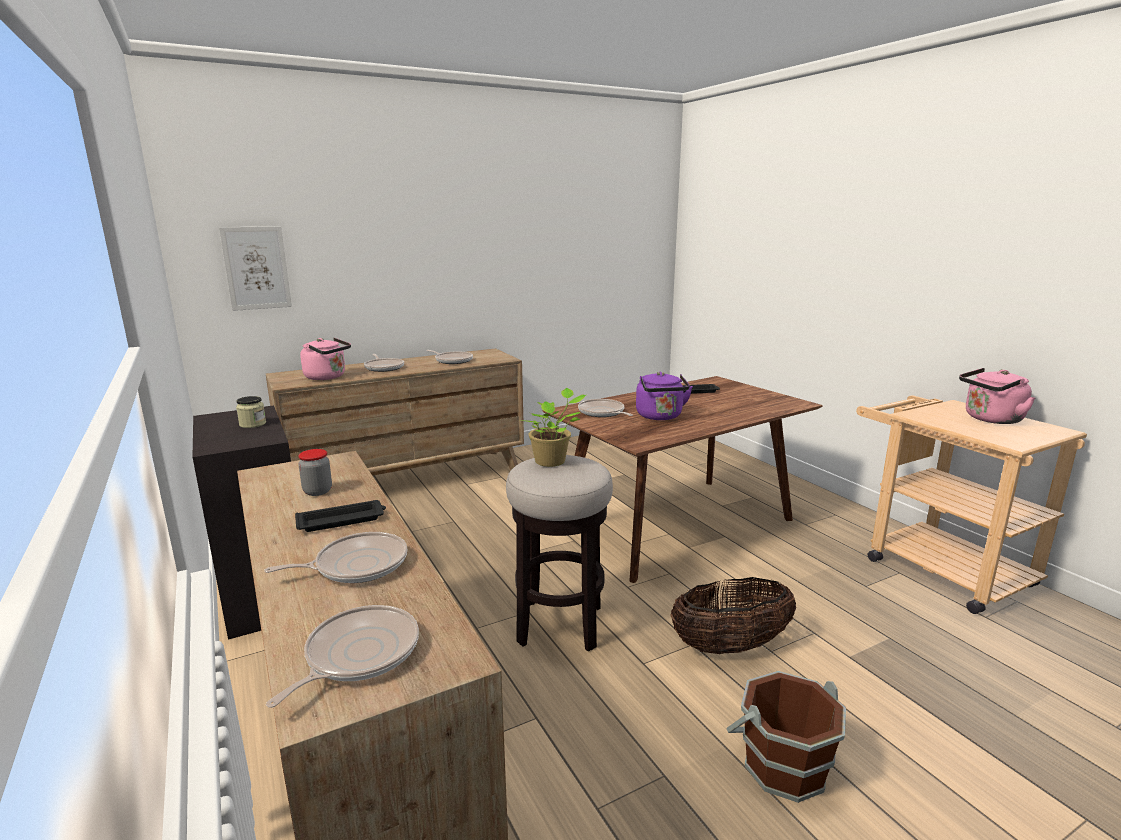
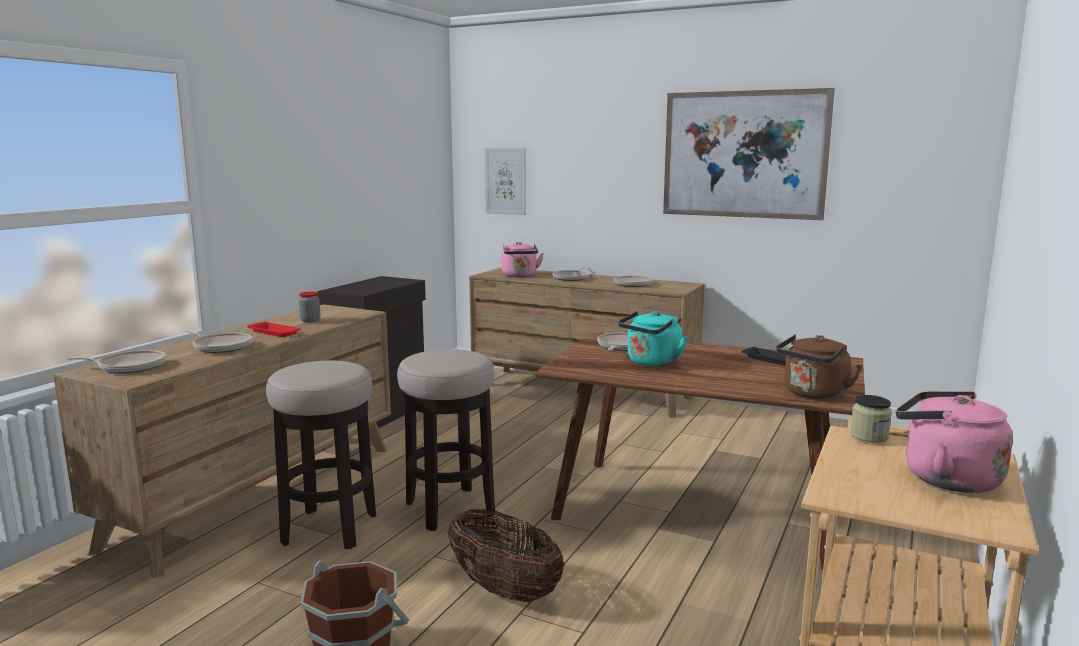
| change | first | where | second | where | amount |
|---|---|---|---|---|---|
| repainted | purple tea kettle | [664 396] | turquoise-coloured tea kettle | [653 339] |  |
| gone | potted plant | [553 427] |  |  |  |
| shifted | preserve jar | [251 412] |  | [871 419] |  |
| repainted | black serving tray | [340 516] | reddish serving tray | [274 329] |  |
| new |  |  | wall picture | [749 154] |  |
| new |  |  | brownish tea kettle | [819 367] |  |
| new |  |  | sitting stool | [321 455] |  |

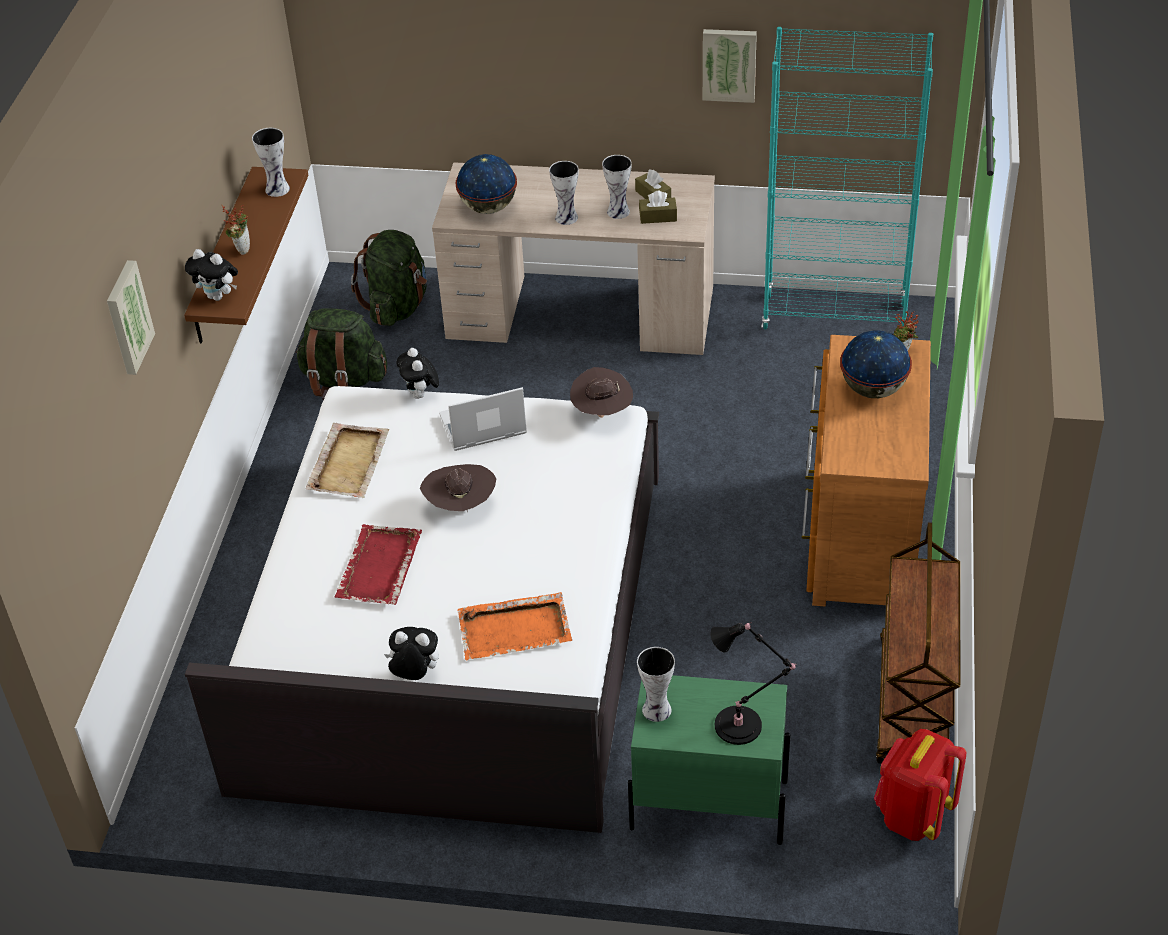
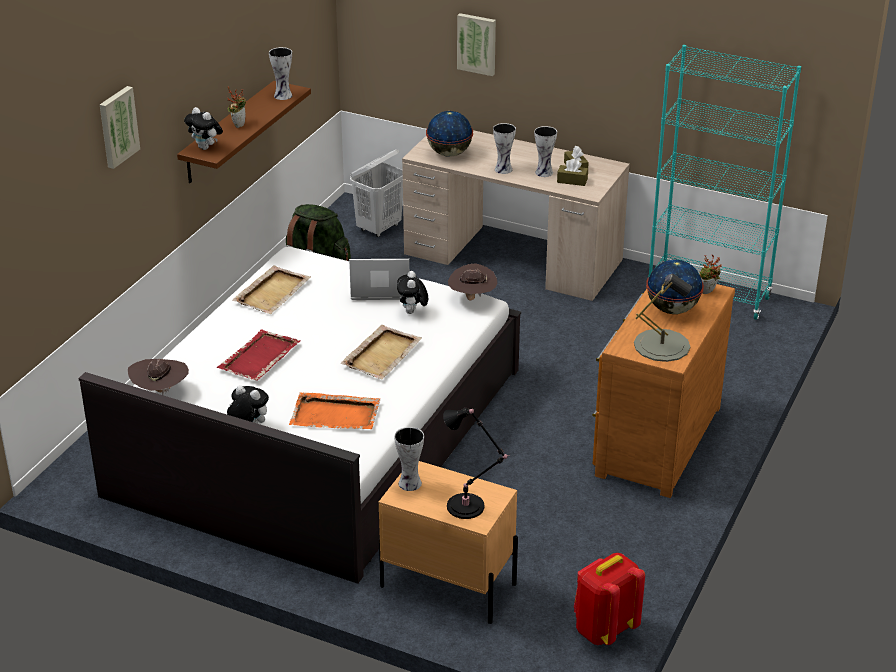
| change | first | where | second | where | amount |
|---|---|---|---|---|---|
| shifted | wall picture | [730 66] |  | [476 44] |  |
| swapped | greenish backpack | [389 278] | white washing basket | [376 193] |  |
| shifted | plush toy | [417 373] |  | [412 292] |  |
| shifted | brownish hat | [458 488] |  | [158 377] |  |
| gone | brownish cart | [918 643] |  |  |  |
| repainted | greenish night table | [709 760] | sand-coloured night table | [448 542] |  |
| new |  |  | gray table lamp | [663 317] |  |
| new |  |  | sand-coloured serving tray | [381 352] |  |

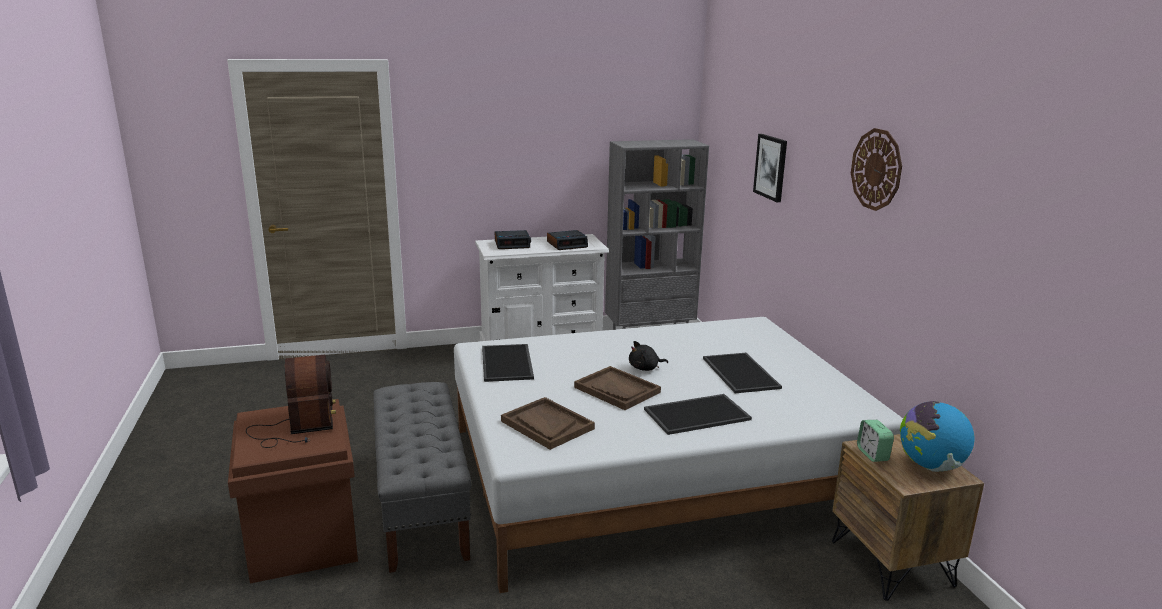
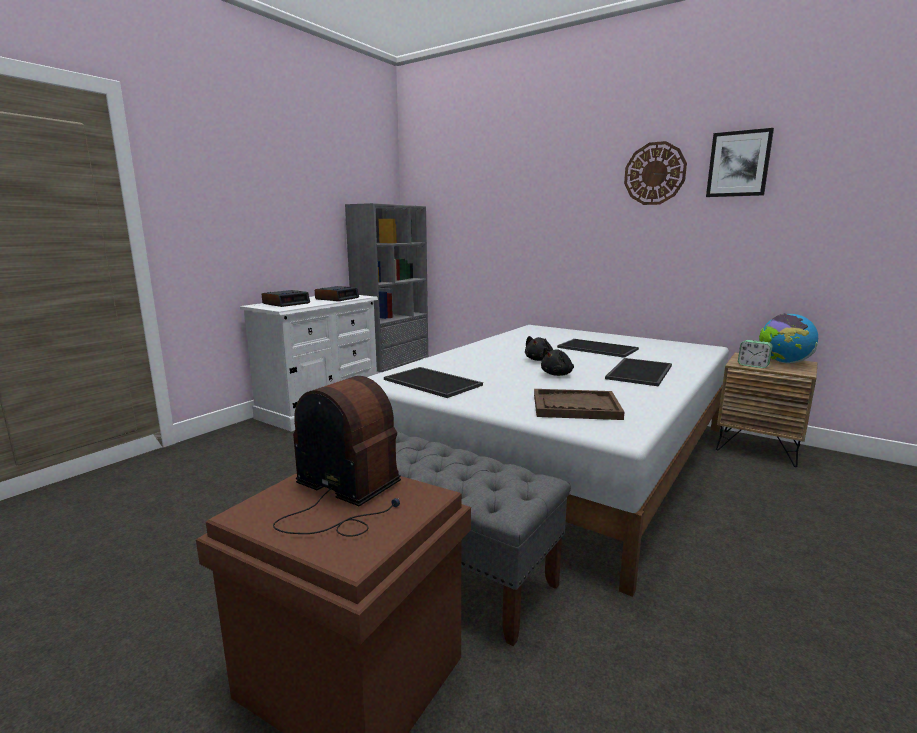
| change | first | where | second | where | amount |
|---|---|---|---|---|---|
| shifted | wall picture | [770 168] |  | [740 162] |  |
| swapped | brownish serving tray | [617 388] | black plush toy | [557 361] |  |

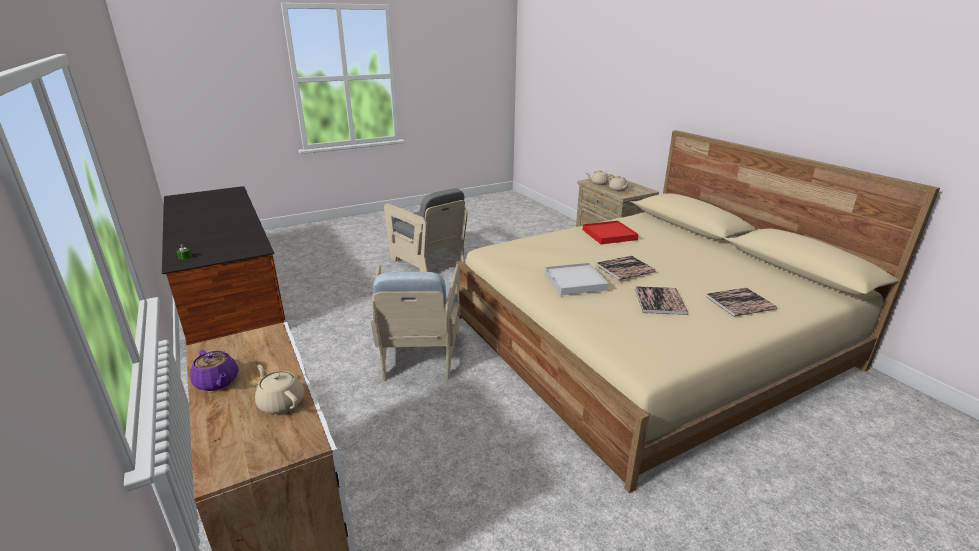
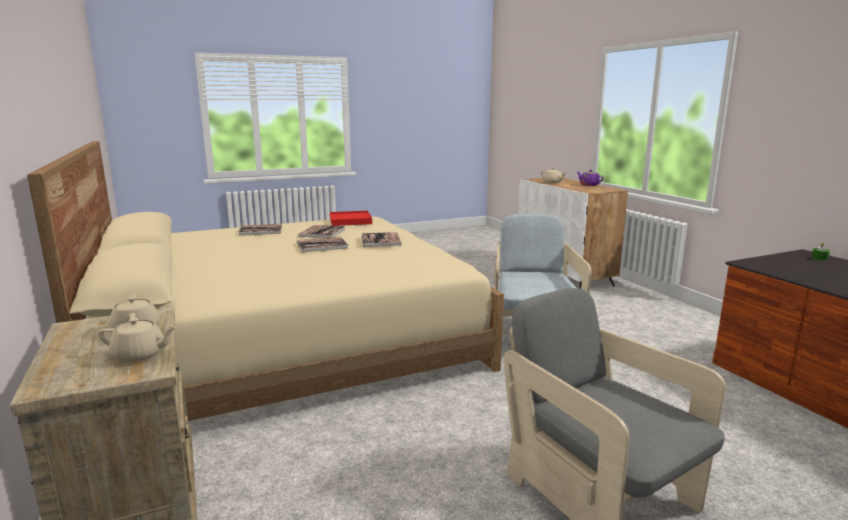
| change | first | where | second | where | amount |
|---|---|---|---|---|---|
| shifted | reddish serving tray | [610 232] |  | [351 218] |  |
| swapped | white serving tray | [577 279] | book | [382 239] |  |

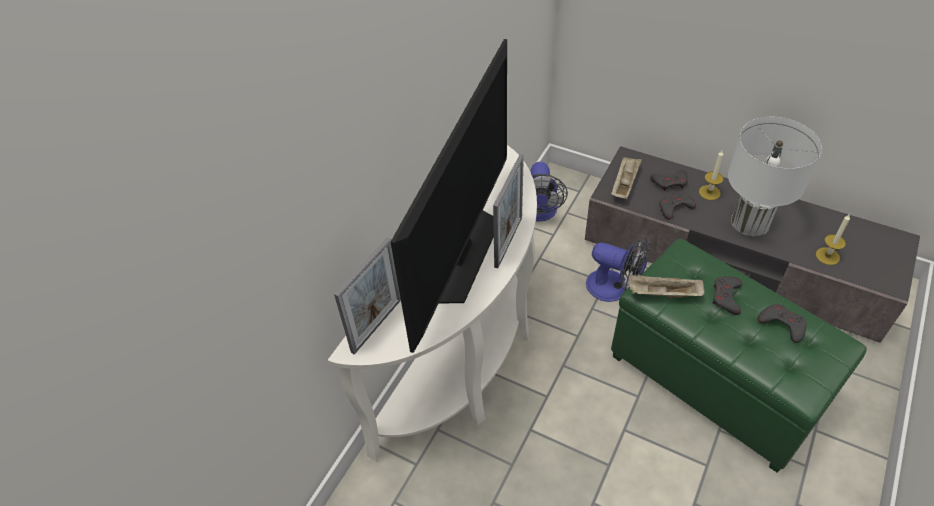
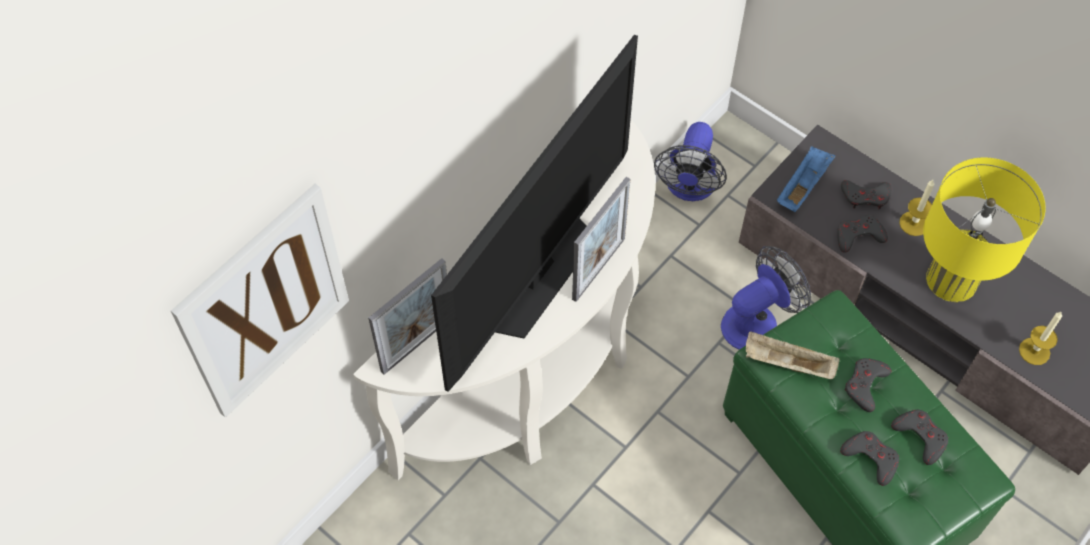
| change | first | where | second | where | amount |
|---|---|---|---|---|---|
| repainted | white table lamp | [775 176] | yellowish table lamp | [984 229] |  |
| repainted | sand-coloured serving tray | [626 178] | blue serving tray | [806 179] |  |
| rotated | fan | [618 270] |  | [766 298] | 75 degrees counterclockwise |
| new |  |  | wall picture | [260 301] |  |
| new |  |  | gray joypad | [869 458] |  |

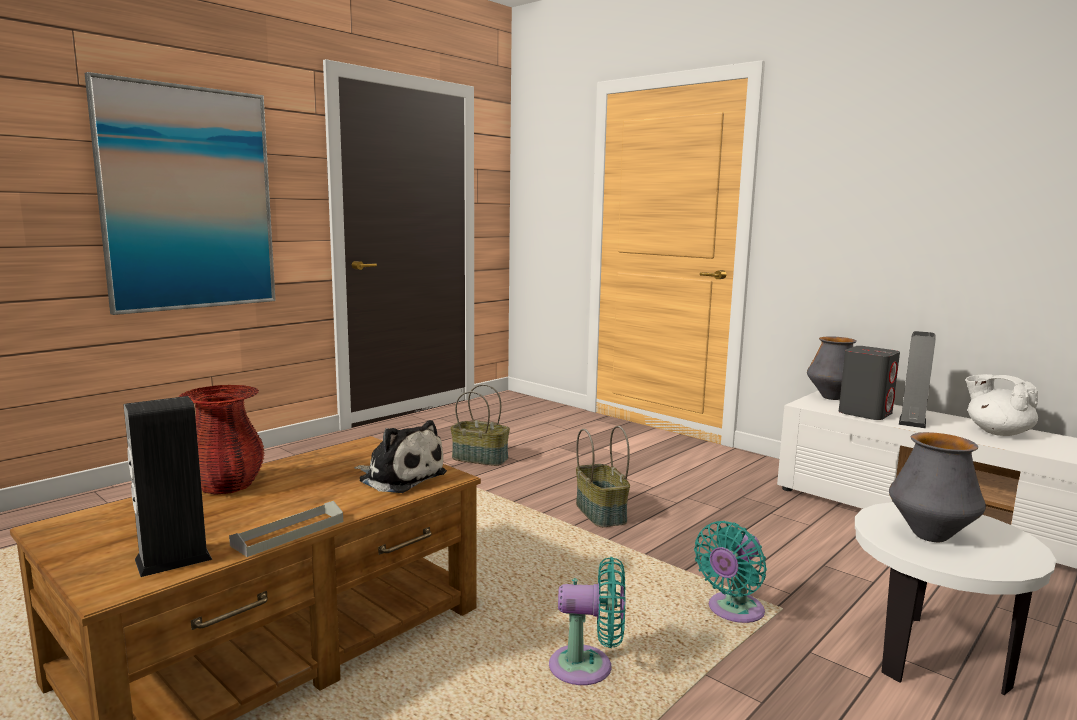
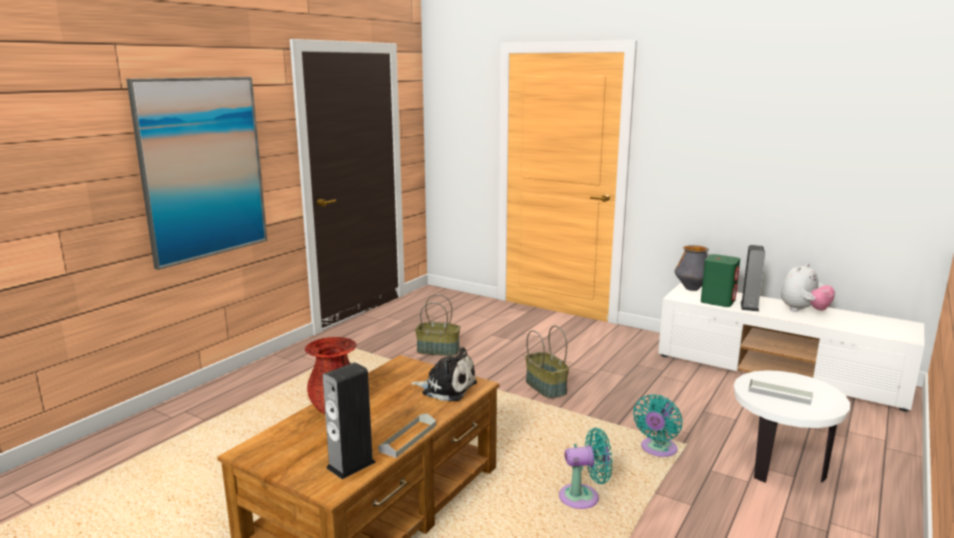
| change | first | where | second | where | amount |
|---|---|---|---|---|---|
| repainted | gray loudspeaker | [869 383] | greenish loudspeaker | [720 280] |  |
| swapped | white pot for tea | [1001 405] | plush toy | [808 287] |  |
| swapped | vase | [937 487] | gray serving tray | [780 392] |  |

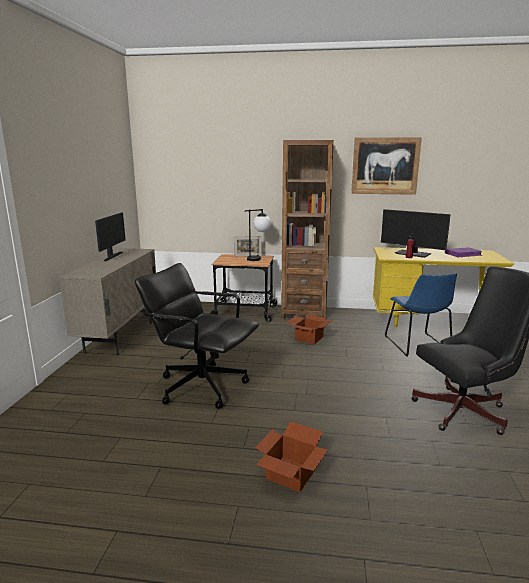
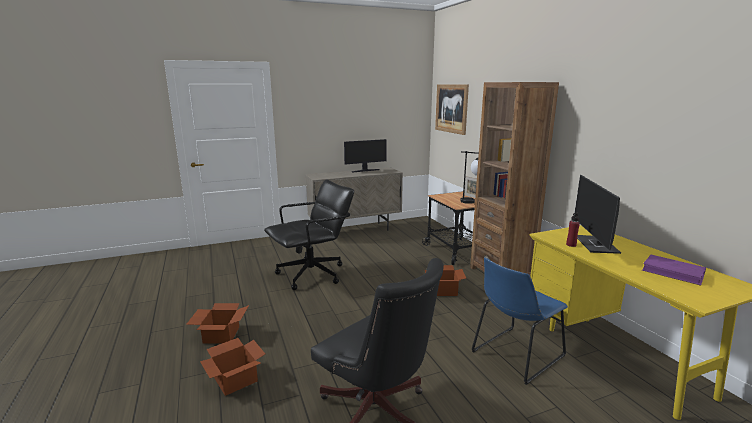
| change | first | where | second | where | amount |
|---|---|---|---|---|---|
| shifted | wall picture | [386 166] |  | [452 109] |  |
| rotated | black office chair | [197 336] |  | [309 234] | 60 degrees clockwise |
| new |  |  | packing box | [232 367] |  |

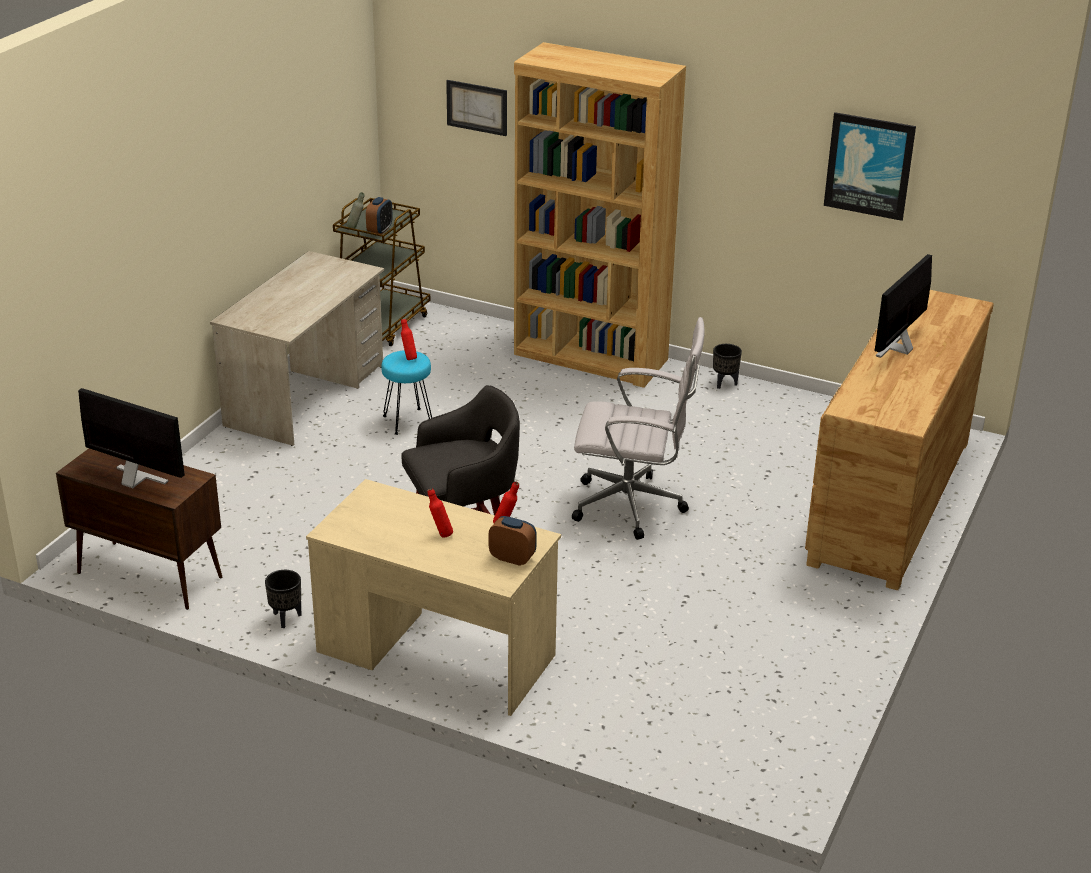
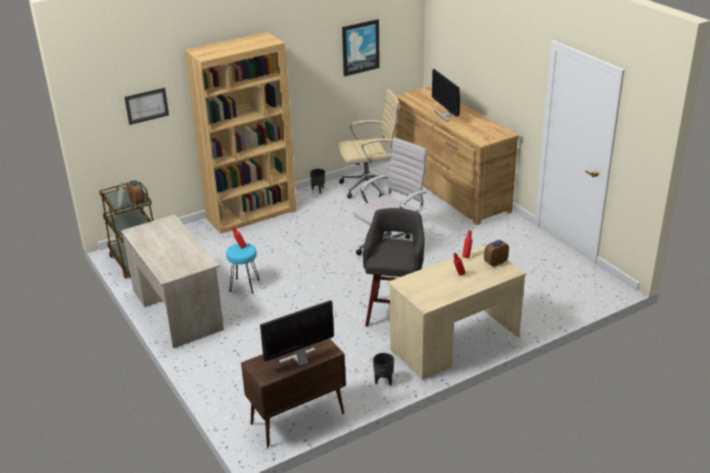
| change | first | where | second | where | amount |
|---|---|---|---|---|---|
| new |  |  | sand-coloured office chair | [369 144] |  |

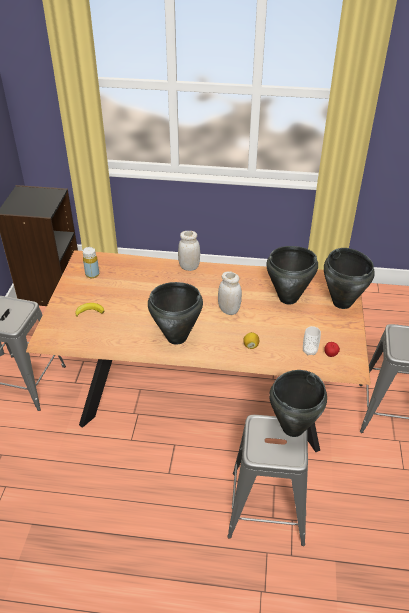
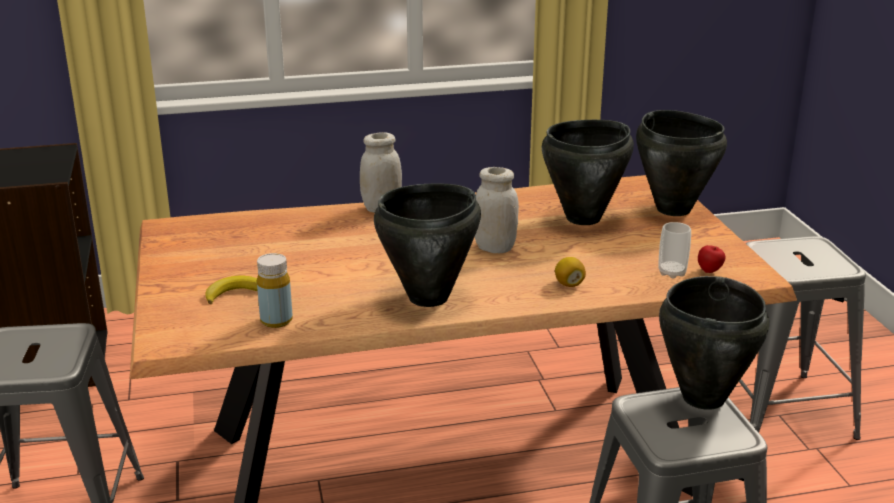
| change | first | where | second | where | amount |
|---|---|---|---|---|---|
| shifted | yellowish beverage bottle | [91 262] |  | [275 290] |  |

